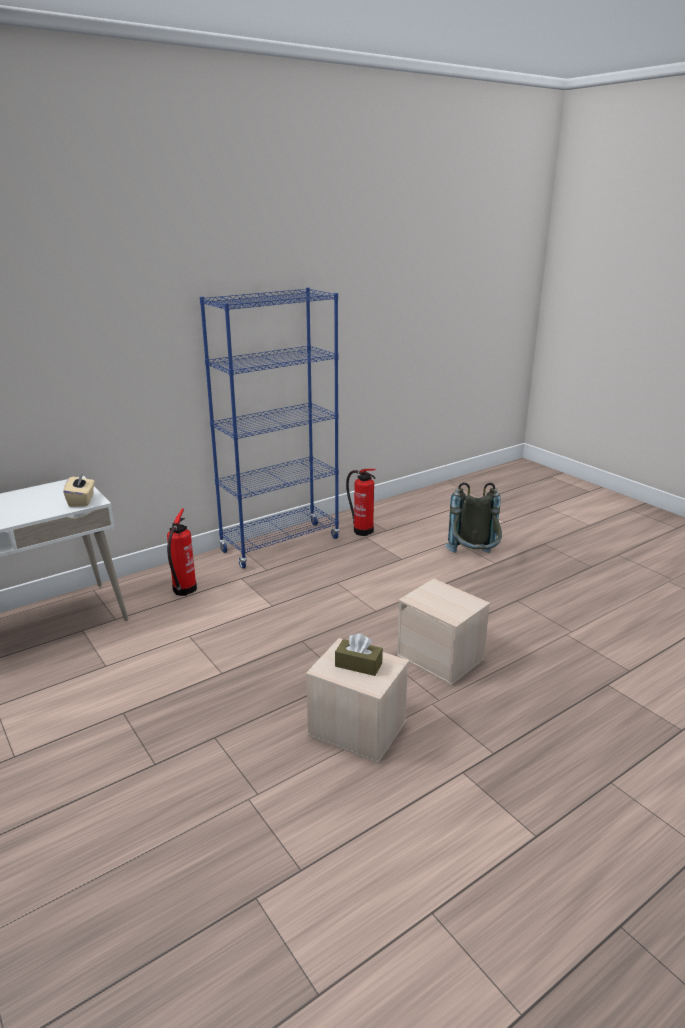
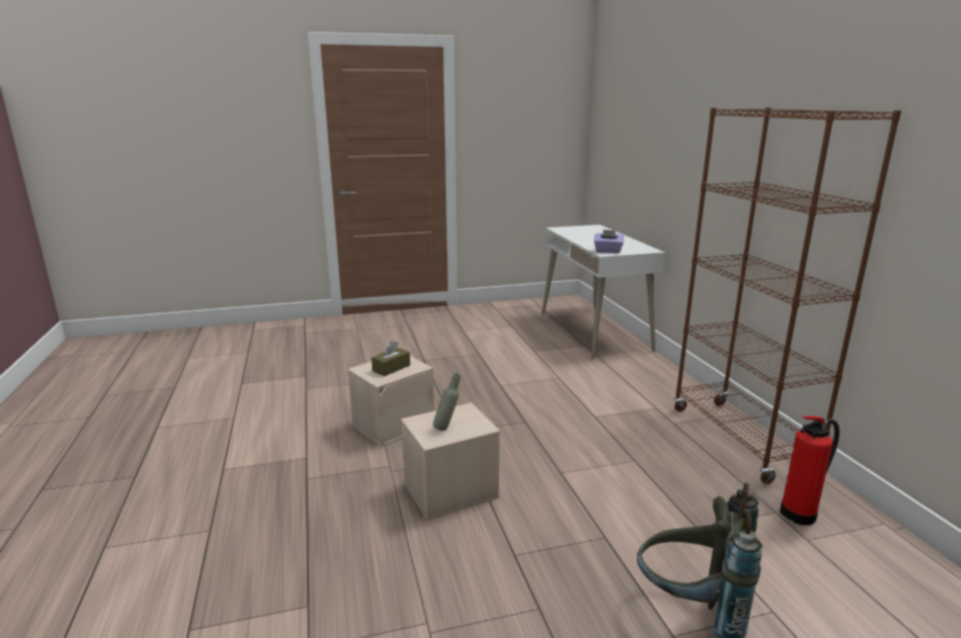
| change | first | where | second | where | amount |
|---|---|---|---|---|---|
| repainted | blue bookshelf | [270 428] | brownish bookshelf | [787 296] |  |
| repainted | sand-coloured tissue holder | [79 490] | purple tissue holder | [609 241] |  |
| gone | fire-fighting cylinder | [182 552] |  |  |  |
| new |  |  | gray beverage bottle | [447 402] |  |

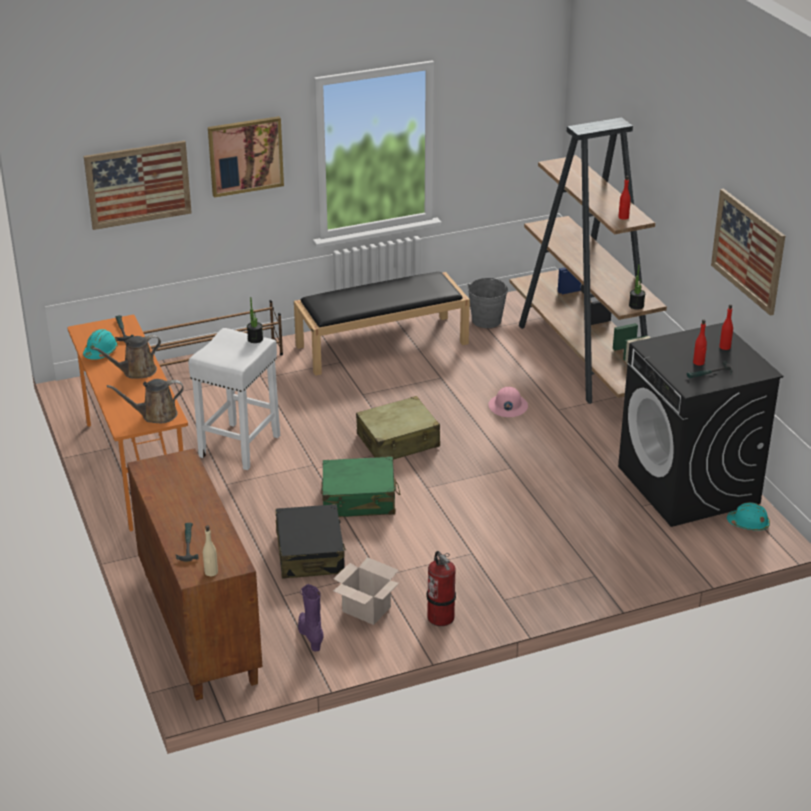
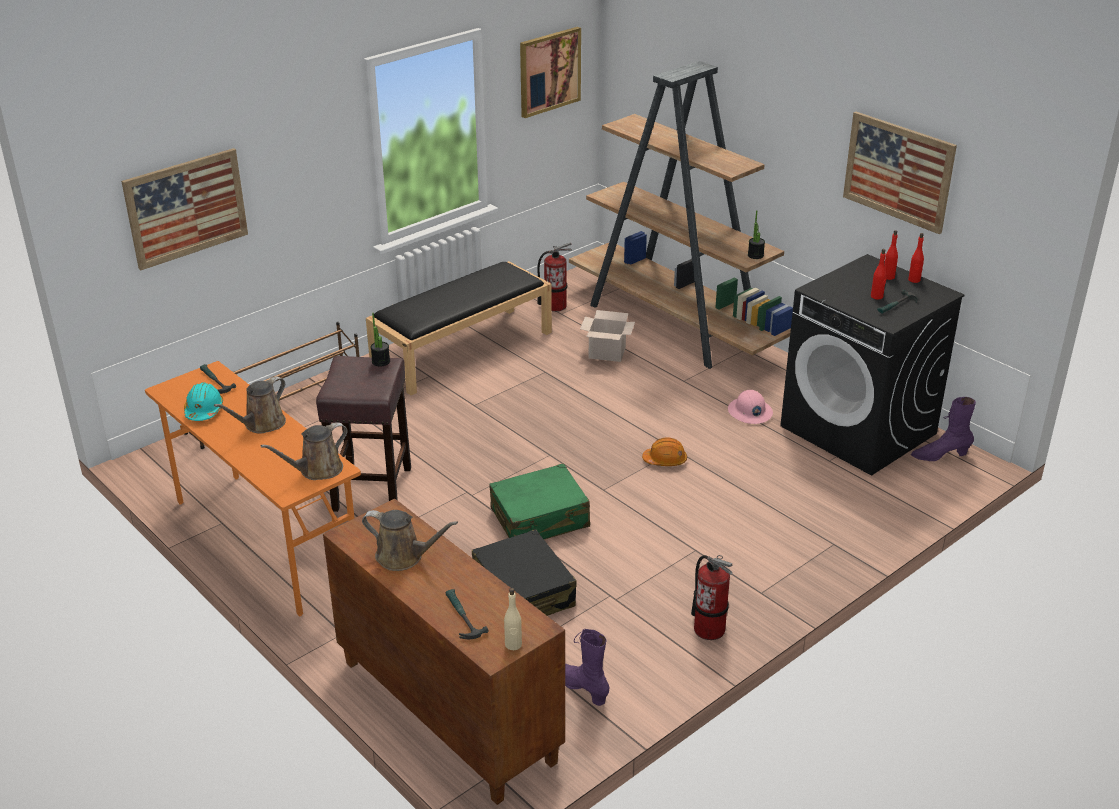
| change | first | where | second | where | amount |
|---|---|---|---|---|---|
| shifted | wall picture | [246 157] |  | [550 72] |  |
| shifted | reddish beverage bottle | [624 198] |  | [916 258] |  |
| swapped | gray pail | [488 303] | fire-fighting cylinder | [554 277] |  |
| repainted | white sitting stool | [234 399] | brownish sitting stool | [363 434] |  |
| shifted | pinkish work helmet | [508 402] |  | [750 407] |  |
| gone | sand-coloured piece of luggage | [398 428] |  |  |  |
| swapped | turquoise-coloured work helmet | [748 516] | purple boot | [943 429] |  |
| shifted | packing box | [366 591] |  | [607 336] |  |
| new |  |  | orangey work helmet | [664 451] |  |
| new |  |  | brownish watering pot | [410 540] |  |

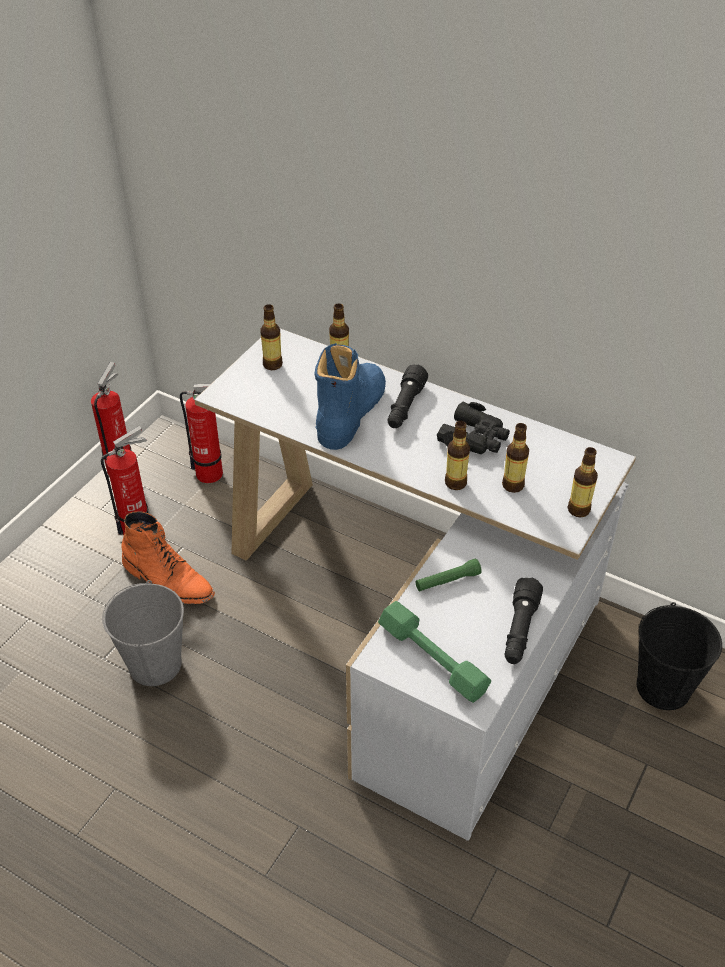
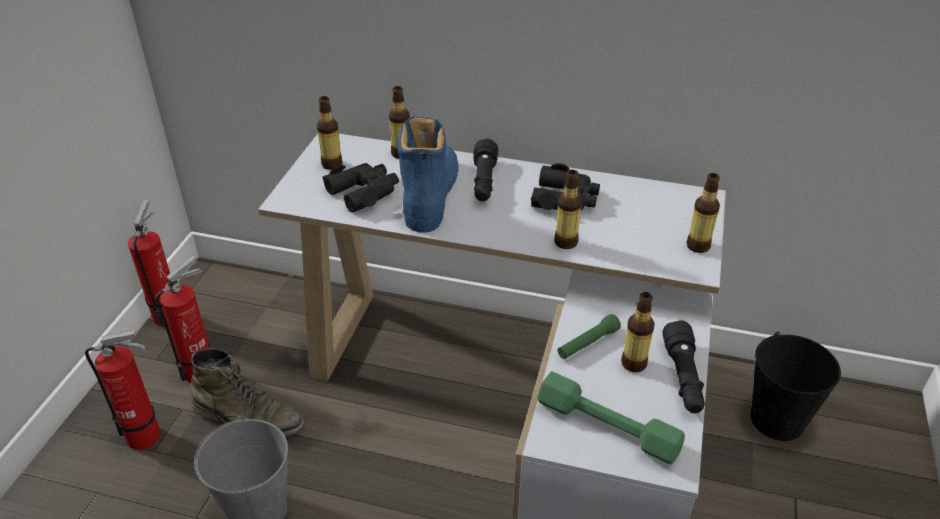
| change | first | where | second | where | amount |
|---|---|---|---|---|---|
| shifted | fire-fighting cylinder | [201 433] |  | [123 390] |  |
| shifted | beverage bottle | [515 458] |  | [638 332] |  |
| repainted | orangey boot | [168 557] | greenish boot | [247 392] |  |
| new |  |  | black field glasses | [360 188] |  |

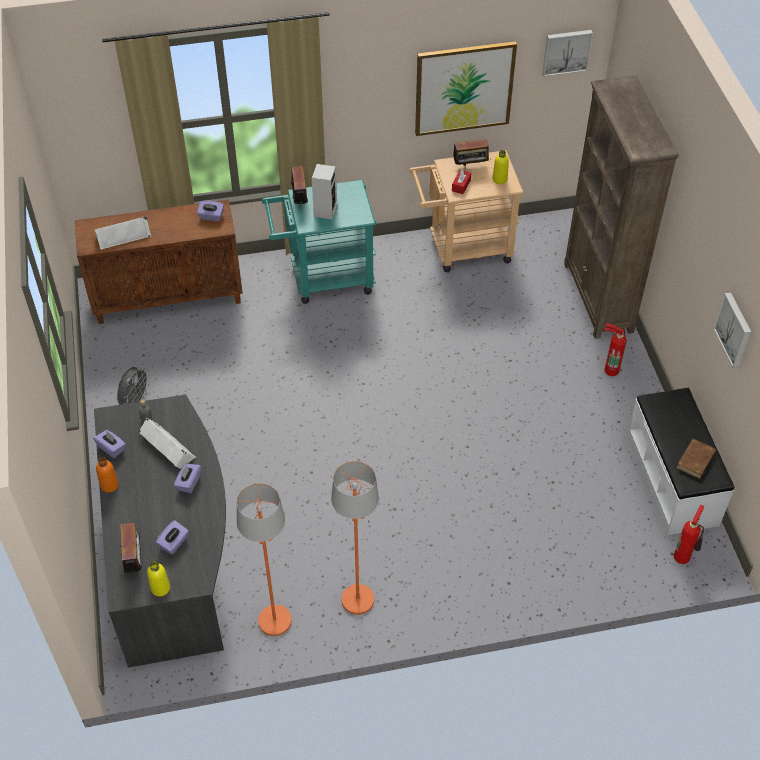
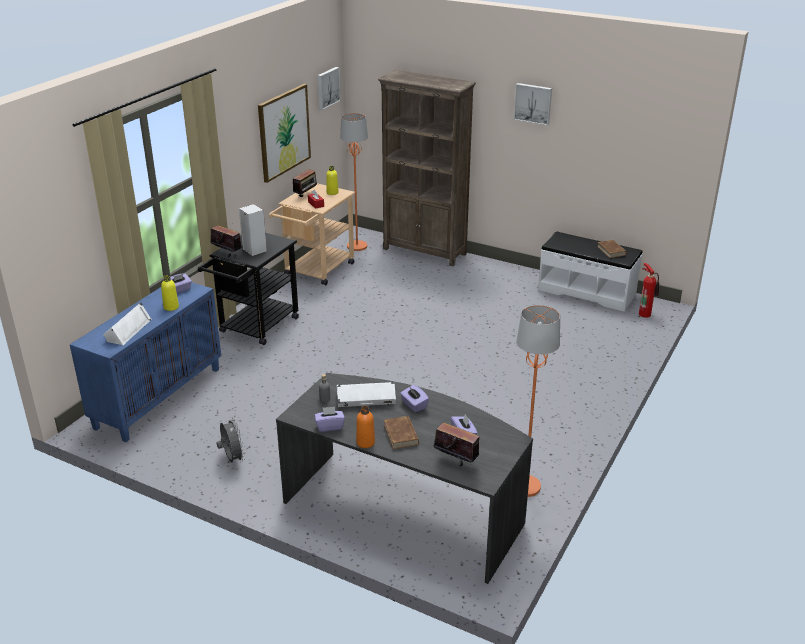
| change | first | where | second | where | amount |
|---|---|---|---|---|---|
| repainted | turquoise-coloured cart | [319 242] | black cart | [248 289] |  |
| repainted | brownish cupboard | [159 262] | blue cupboard | [145 362] |  |
| shifted | wall picture | [732 330] |  | [533 104] |  |
| gone | fire-fighting cylinder | [615 349] |  |  |  |
| shifted | orangey standing lamp | [355 538] |  | [354 182] |  |
| shifted | yellowish beverage bottle | [158 578] |  | [170 293] |  |
| new |  |  | brownish book | [401 432] |  |

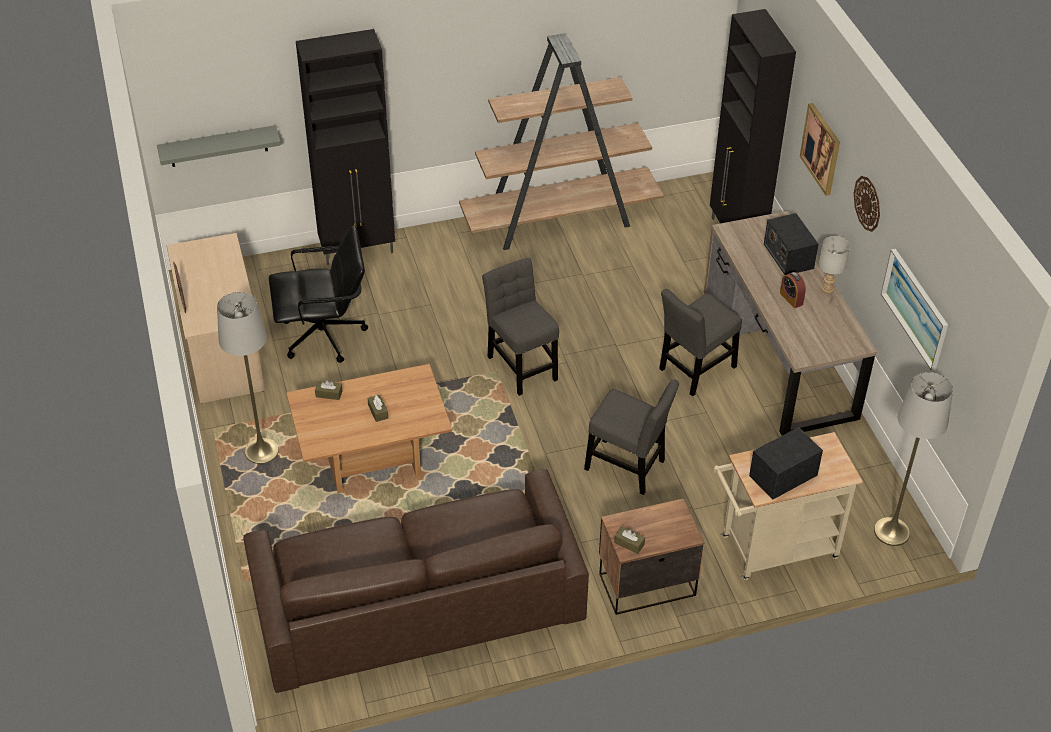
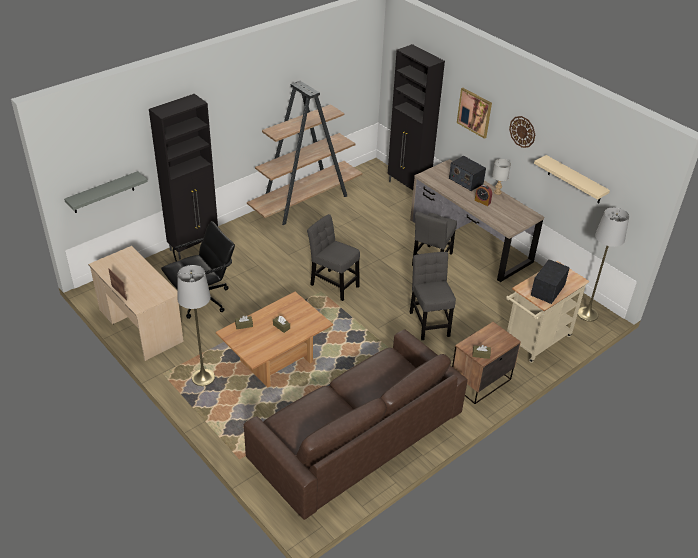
| change | first | where | second | where | amount |
|---|---|---|---|---|---|
| swapped | wall picture | [914 310] | sand-coloured bracket shelf | [572 179] |  |
| rotated | gray chair | [631 437] |  | [433 296] | 105 degrees counterclockwise |

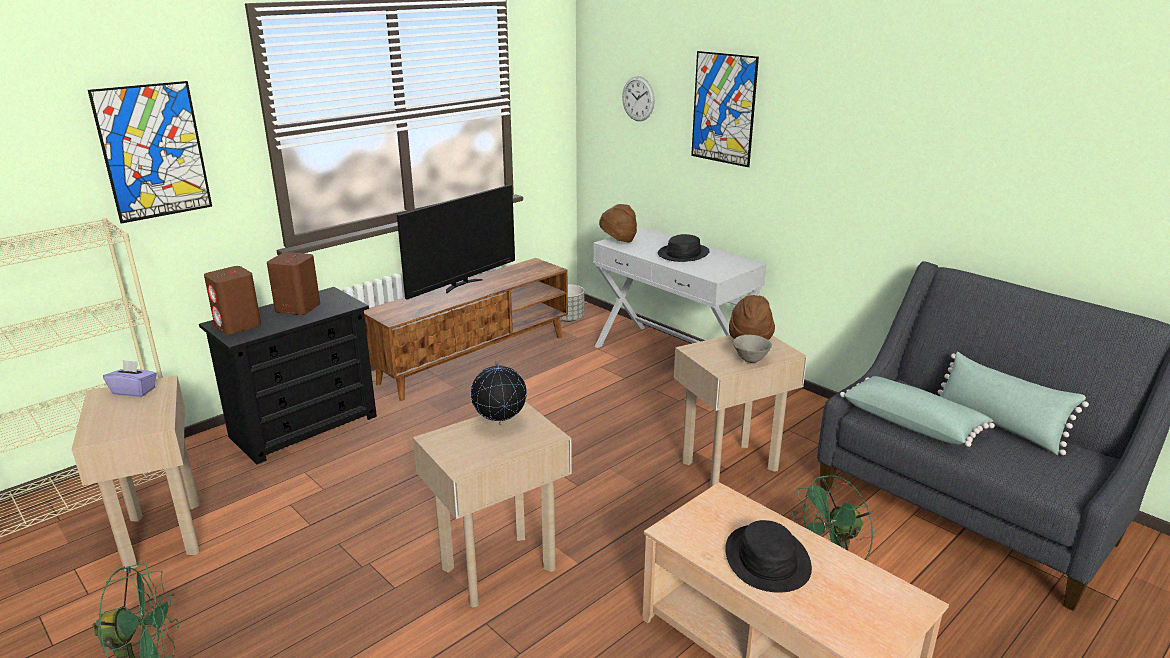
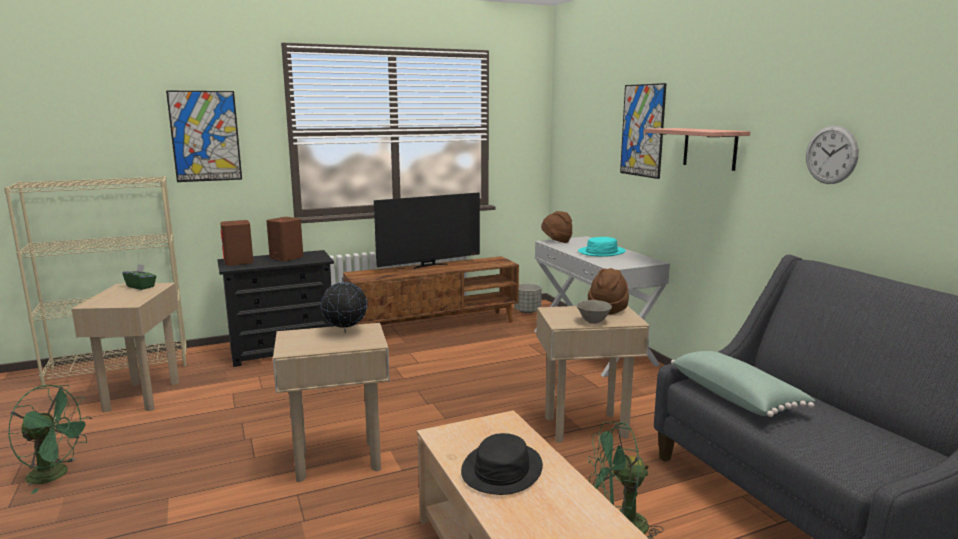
| change | first | where | second | where | amount |
|---|---|---|---|---|---|
| shifted | hanging clock | [638 98] |  | [832 154] |  |
| repainted | black hat | [684 248] | turquoise-coloured hat | [602 247] |  |
| gone | greenish throw pillow | [1013 403] |  |  |  |
| repainted | purple tissue holder | [130 378] | greenish tissue holder | [139 277] |  |
| new |  |  | bracket shelf | [697 149] |  |

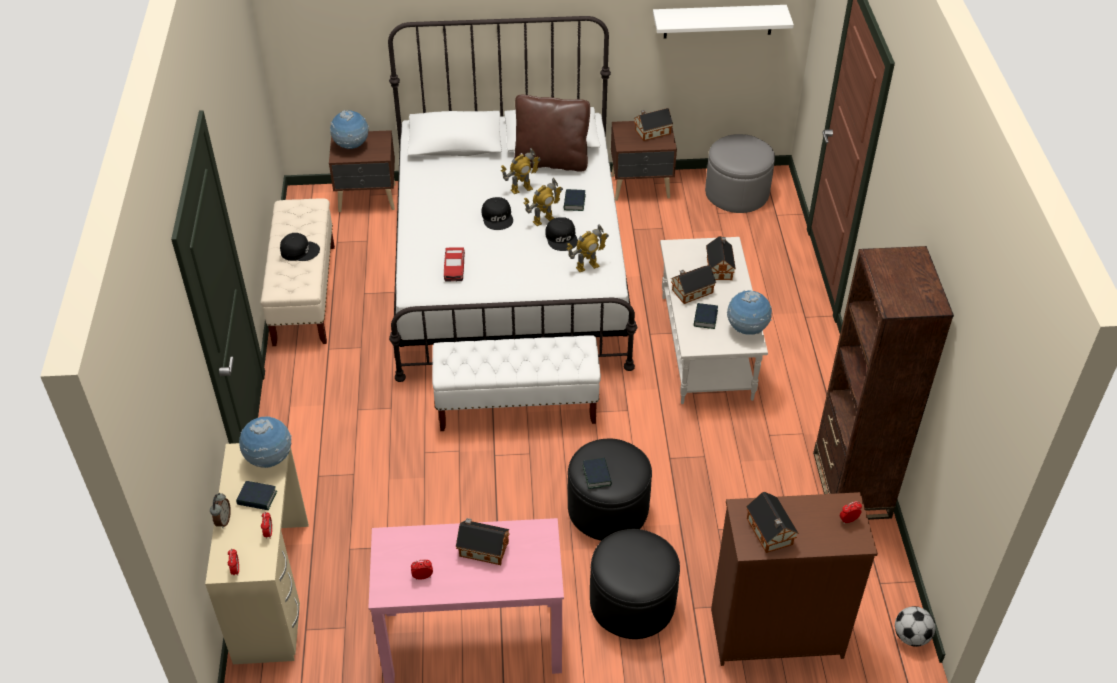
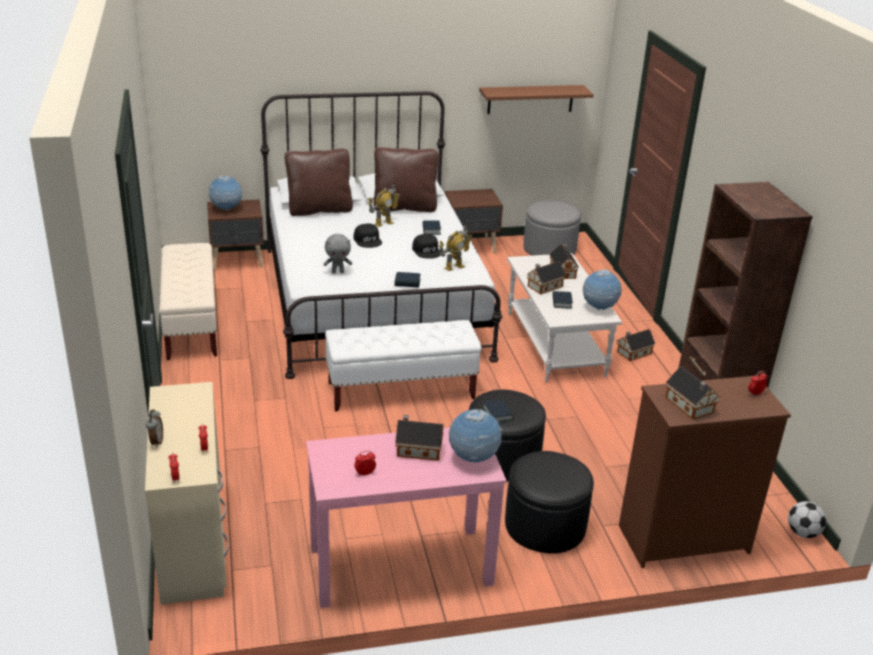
| change | first | where | second | where | amount |
|---|---|---|---|---|---|
| repainted | white bracket shelf | [723 22] | brownish bracket shelf | [536 99] |  |
| shifted | model house | [653 124] |  | [636 345] |  |
| gone | robot figure | [543 202] |  |  |  |
| gone | black baseball cap | [300 247] |  |  |  |
| swapped | miniature car | [454 264] | gray plush toy | [338 253] |  |
| shifted | globe | [265 442] |  | [475 435] |  |
| shifted | book | [256 495] |  | [408 280] |  |
| new |  |  | brownish throw pillow | [318 182] |  |

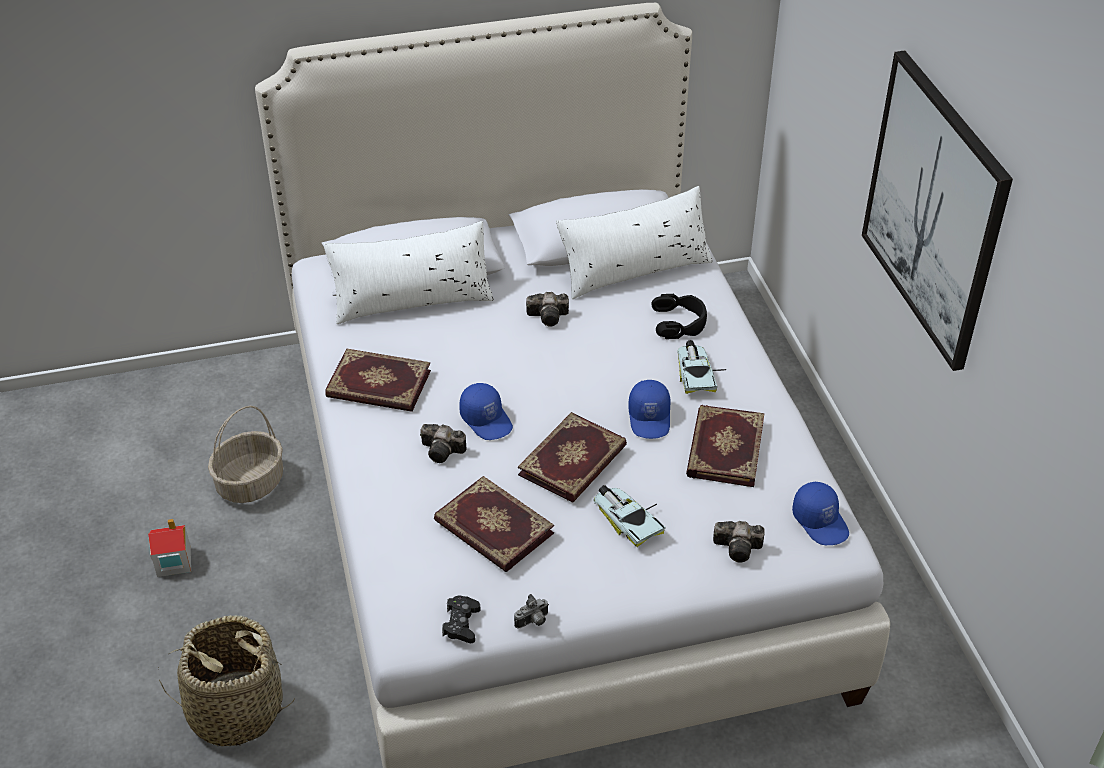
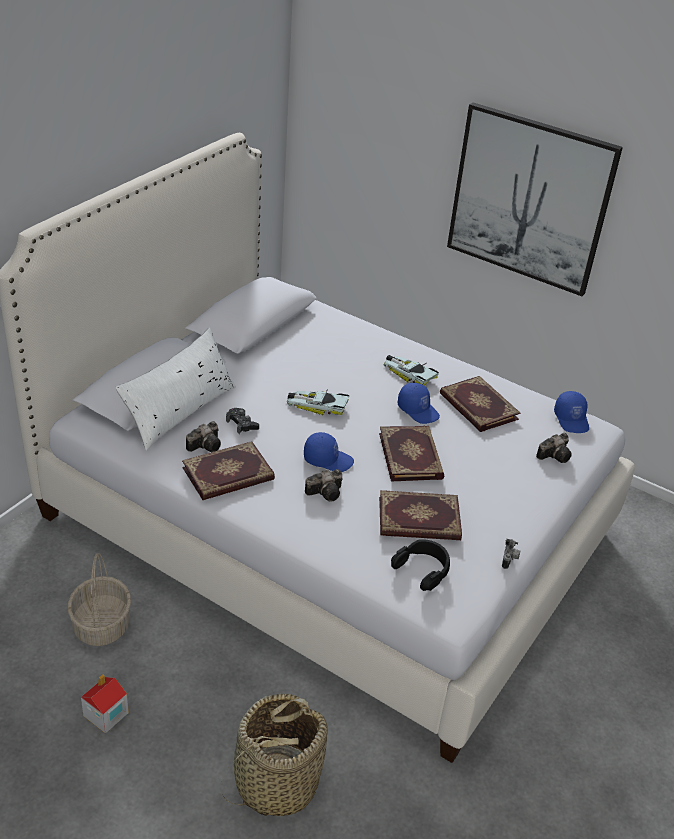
| change | first | where | second | where | amount |
|---|---|---|---|---|---|
| gone | white throw pillow | [634 242] |  |  |  |
| shifted | still camera | [547 309] |  | [203 436] |  |
| shifted | black pair of headphones | [679 316] |  | [420 565] |  |
| rotated | blue baseball cap | [820 513] |  | [571 412] | 60 degrees clockwise |
| shifted | miniature car | [629 516] |  | [318 402] |  |
| shifted | black joypad | [461 619] |  | [242 421] |  |

